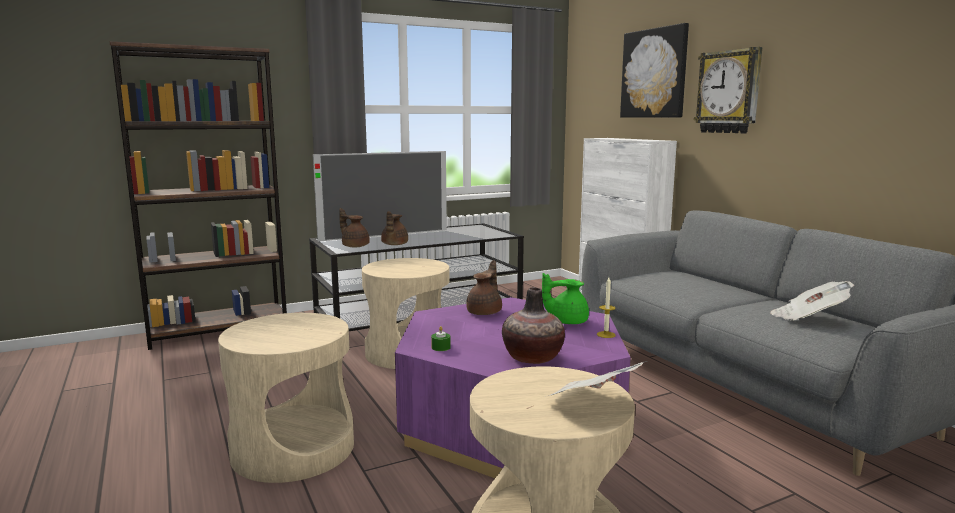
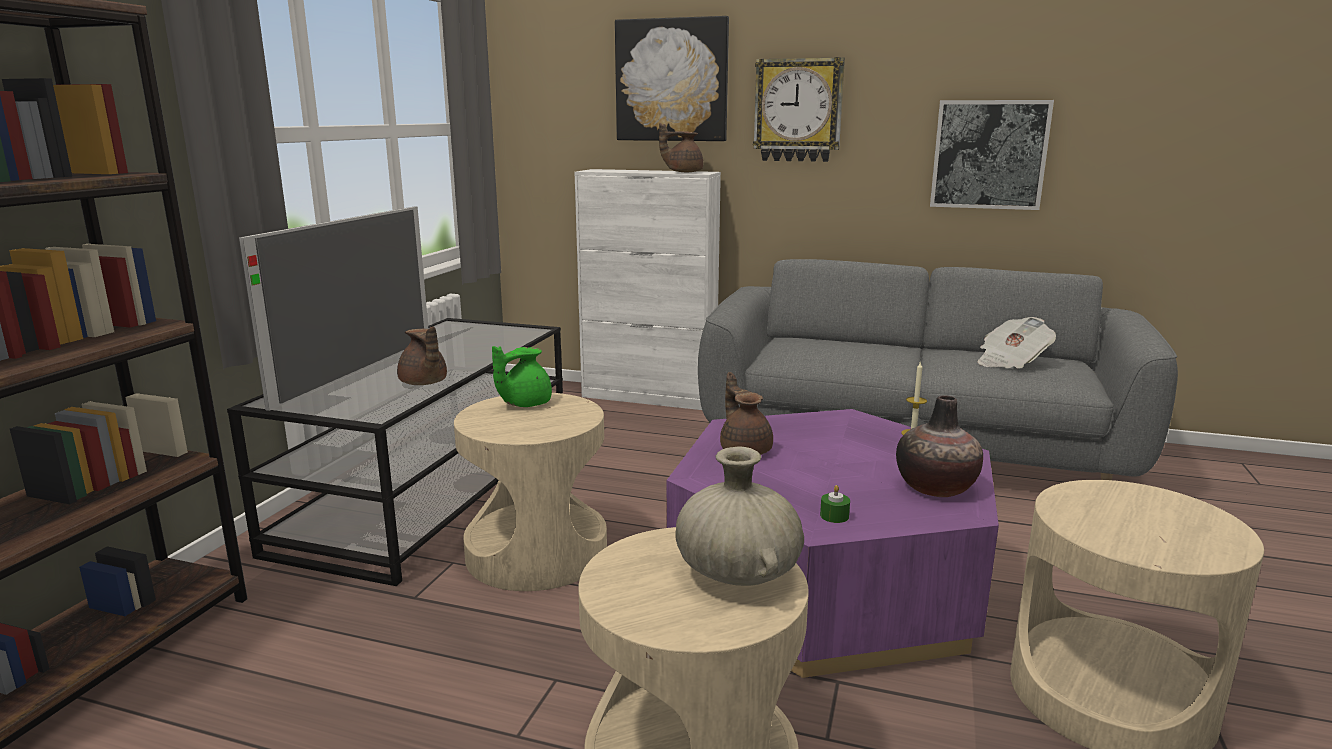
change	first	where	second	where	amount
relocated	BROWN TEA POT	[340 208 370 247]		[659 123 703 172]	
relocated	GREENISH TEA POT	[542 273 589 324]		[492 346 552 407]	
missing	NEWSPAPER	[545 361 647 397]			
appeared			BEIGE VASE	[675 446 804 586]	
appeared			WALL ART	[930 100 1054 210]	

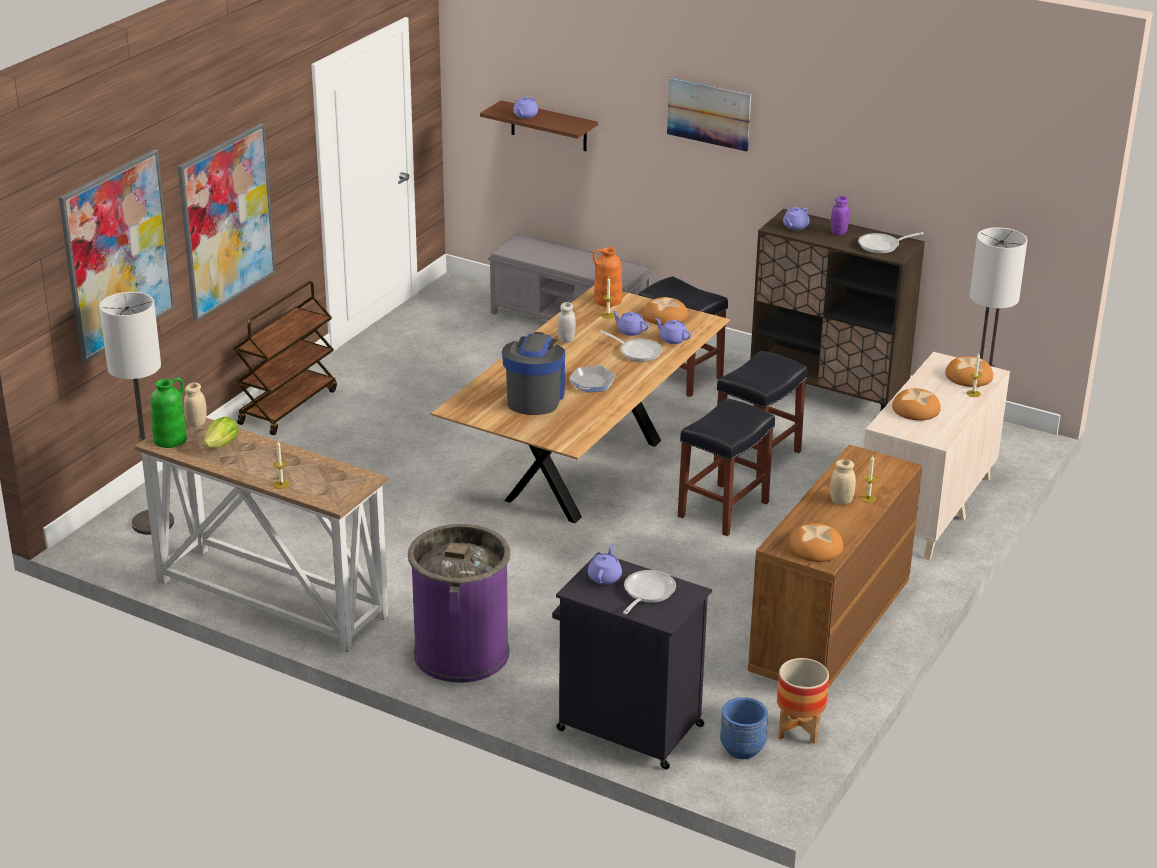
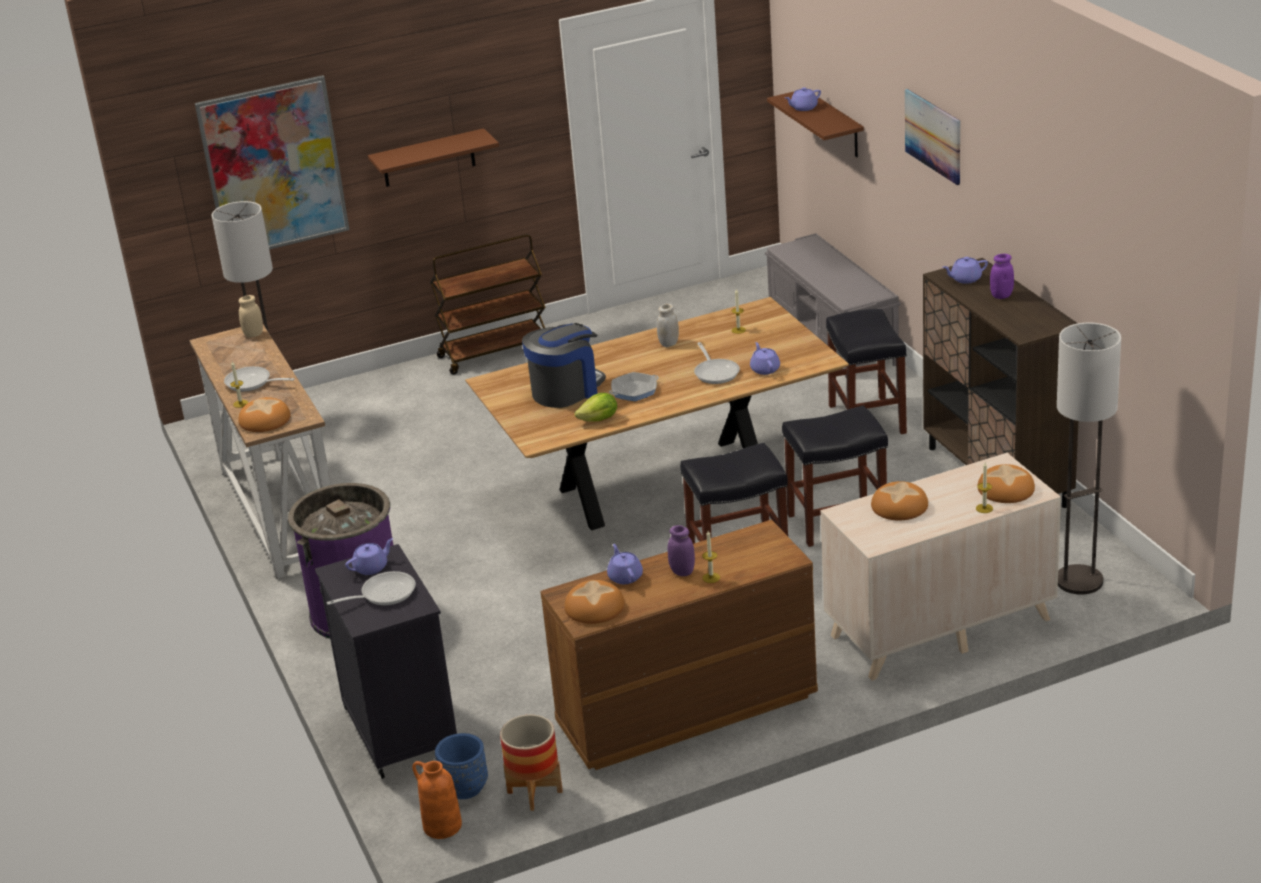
change	first	where	second	where	amount
missing	GREENISH VASE	[151 378 187 448]			
exchanged	WALL ART	[178 123 276 322]	BROWN WALL SHELF	[368 128 499 187]	
relocated	LETTUCE	[203 417 239 449]		[574 393 617 422]	
relocated	ORANGE-COLOURED VASE	[593 247 622 307]		[412 761 462 839]	
relocated	PURPLE-COLOURED TEA POT	[612 310 649 336]		[607 544 643 584]	
relocated	BREAD	[643 297 688 325]		[238 397 291 432]	
colour	BEIGE PRESERVE JAR	[830 460 856 505]	PURPLE-COLOURED PRESERVE JAR	[668 525 695 576]	
relocated	PAN	[858 232 924 254]		[224 366 294 392]	

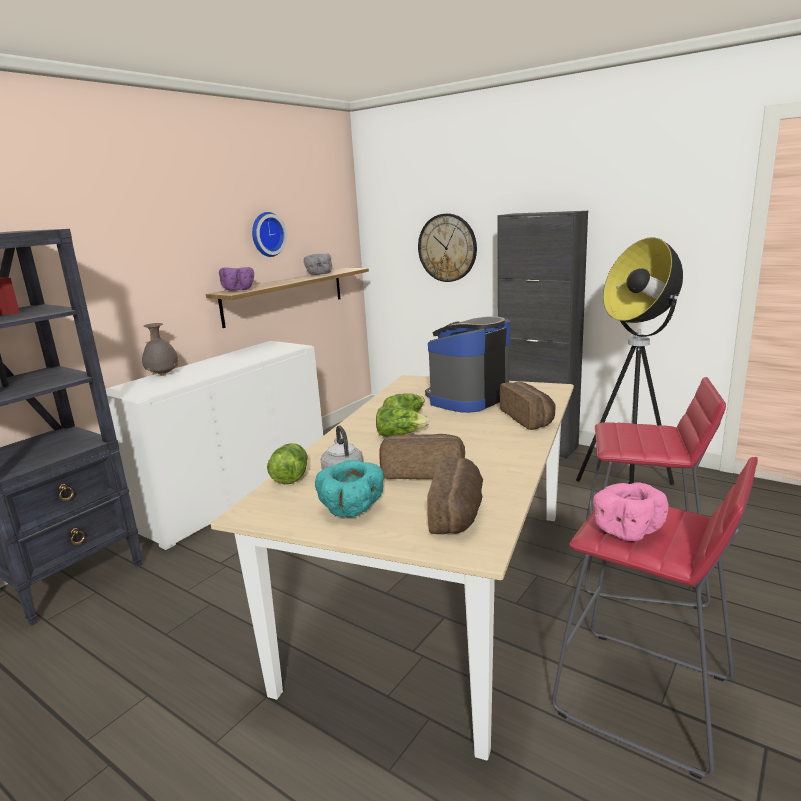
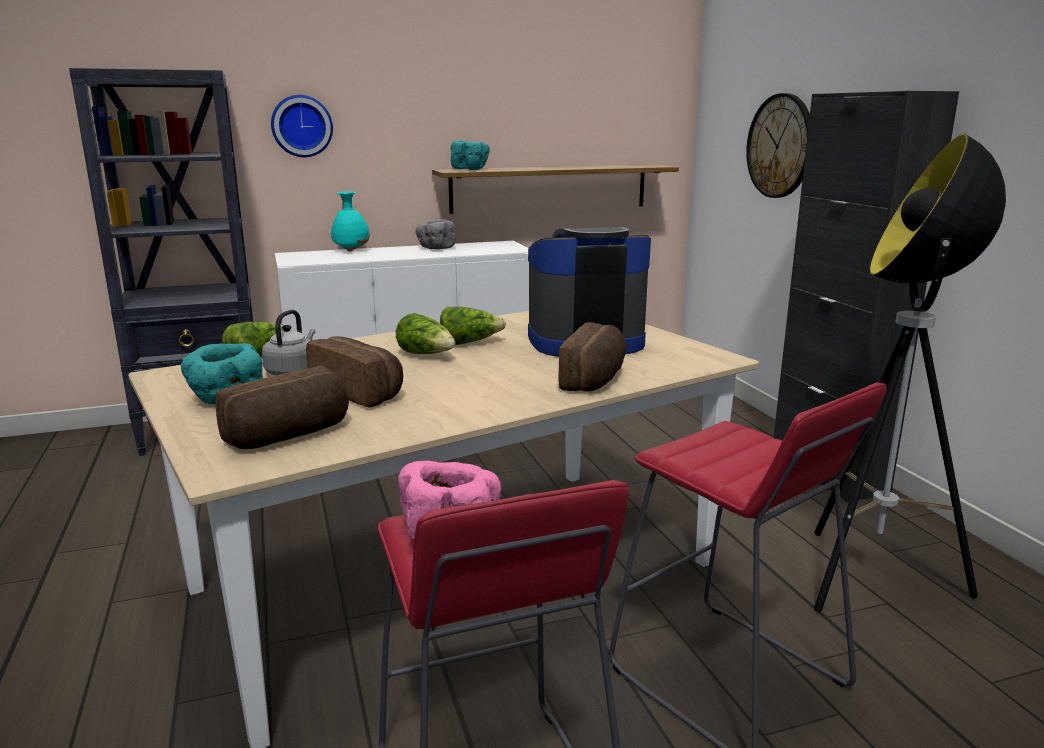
change	first	where	second	where	amount
colour	GREYISH VASE	[142 323 178 376]	TURQUOISE-COLOURED VASE	[331 191 370 251]	
colour	PURPLE-COLOURED SERVING BOWL	[219 267 254 291]	TURQUOISE-COLOURED SERVING BOWL	[451 140 490 170]	
relocated	CLOCK ON THE WALL	[252 212 287 257]		[271 95 333 157]	
relocated	GREYISH SERVING BOWL	[304 253 332 275]		[416 219 456 249]	

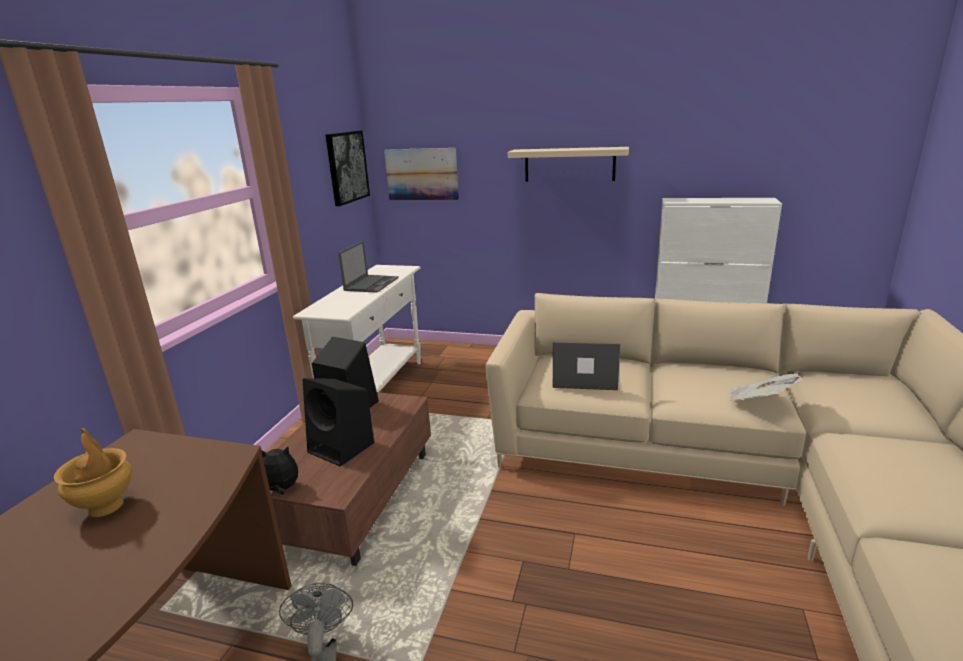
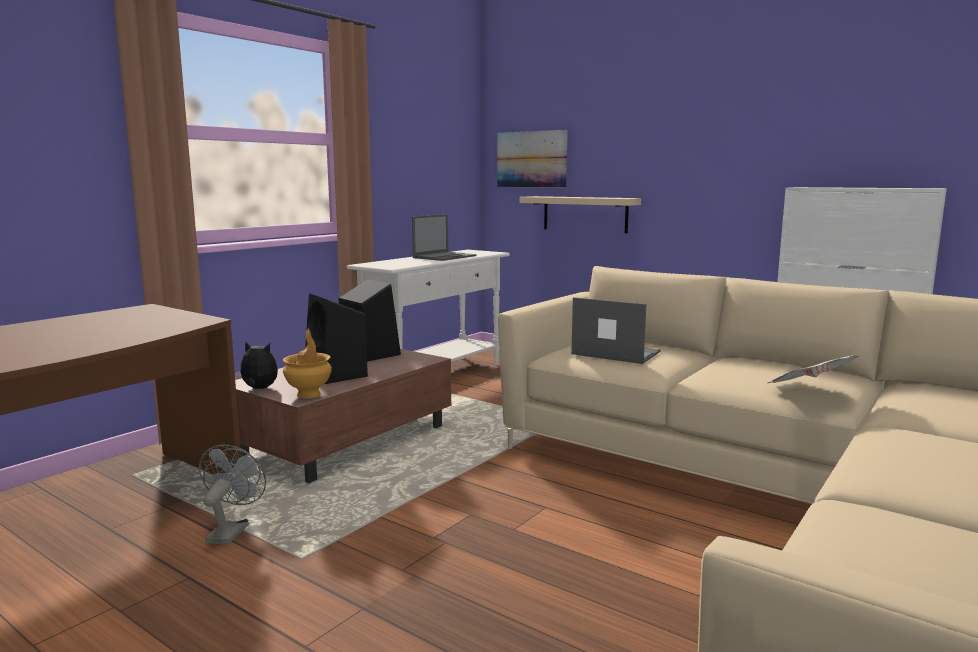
change	first	where	second	where	amount
relocated	BROWN VASE	[54 428 132 517]		[283 329 332 398]	
missing	WALL ART	[326 130 370 206]			
relocated	BEIGE WALL SHELF	[508 147 629 182]		[520 196 641 233]	

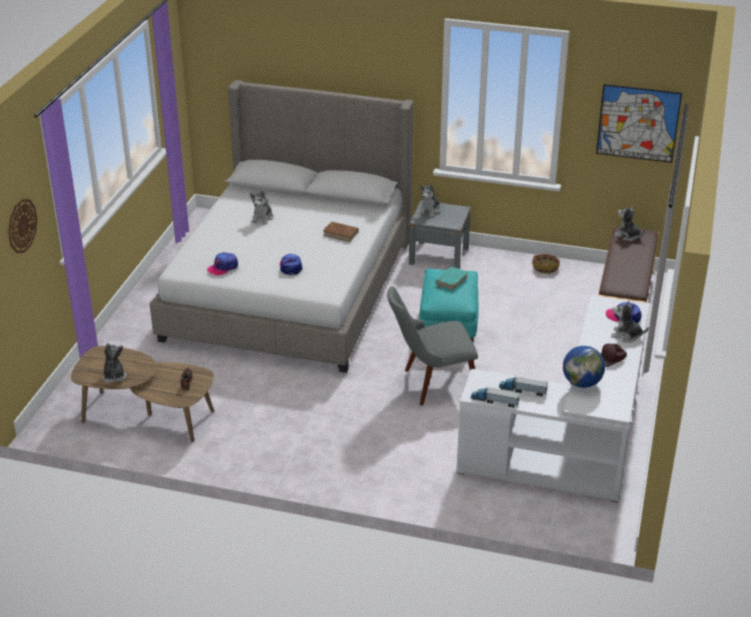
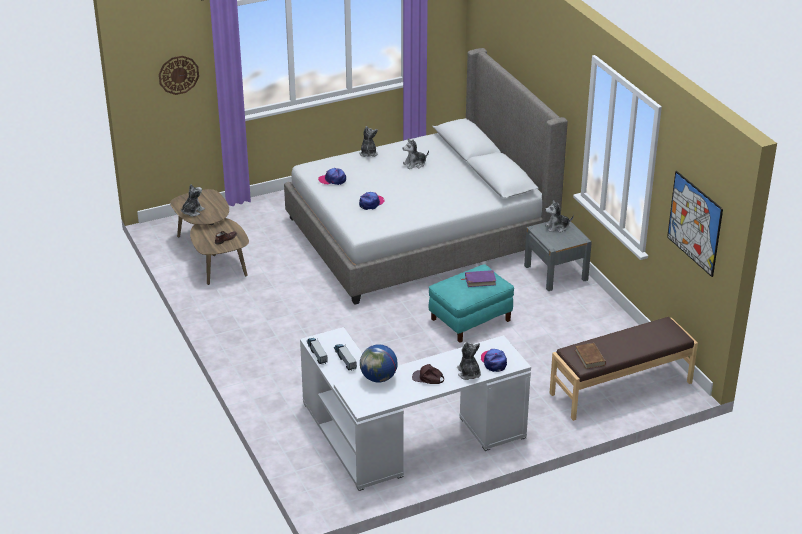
change	first	where	second	where	amount
relocated	BROWN VOLUME	[323 222 359 242]		[575 343 606 369]	
missing	GREYISH PLAIN CHAIR	[387 286 478 406]			
colour	TURQUOISE-COLOURED VOLUME	[435 266 469 291]	PURPLE-COLOURED VOLUME	[461 270 496 287]	
missing	STORAGE BASKET	[532 254 560 274]			
relocated	SOFT TOY	[614 206 645 241]		[359 126 378 157]	

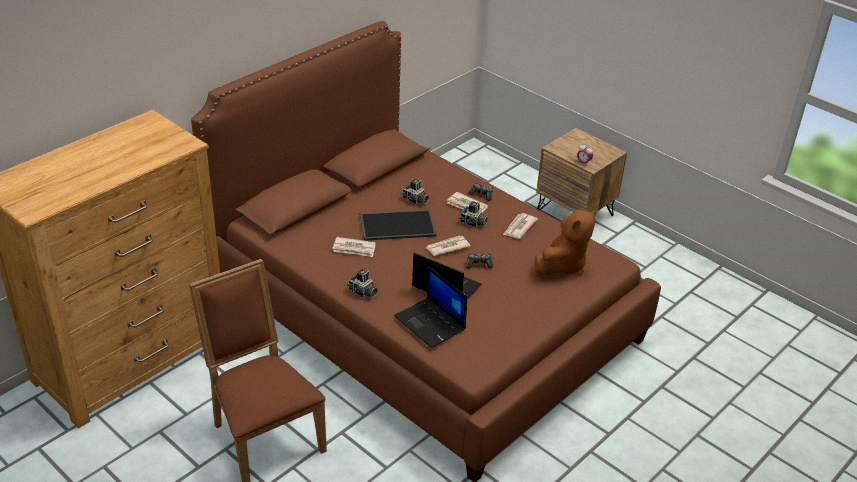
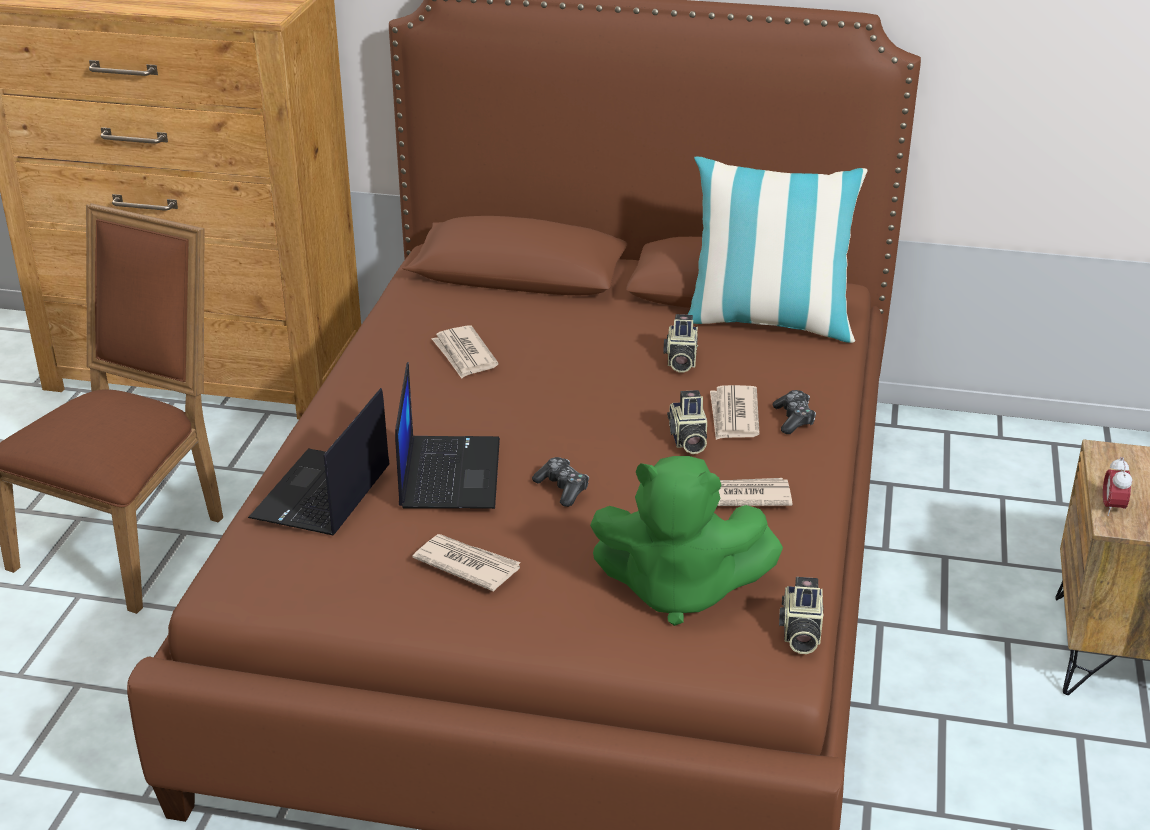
change	first	where	second	where	amount
relocated	PHOTO CAMERA	[347 269 378 298]		[779 577 823 654]	
missing	CARRYING TRAY	[360 209 437 241]			
relocated	NEWSPAPER	[425 236 471 256]		[412 534 521 591]	
colour	BROWN SOFT TOY	[534 210 597 275]	GREENISH SOFT TOY	[590 456 783 626]	
appeared			PILLOW	[687 156 868 343]	

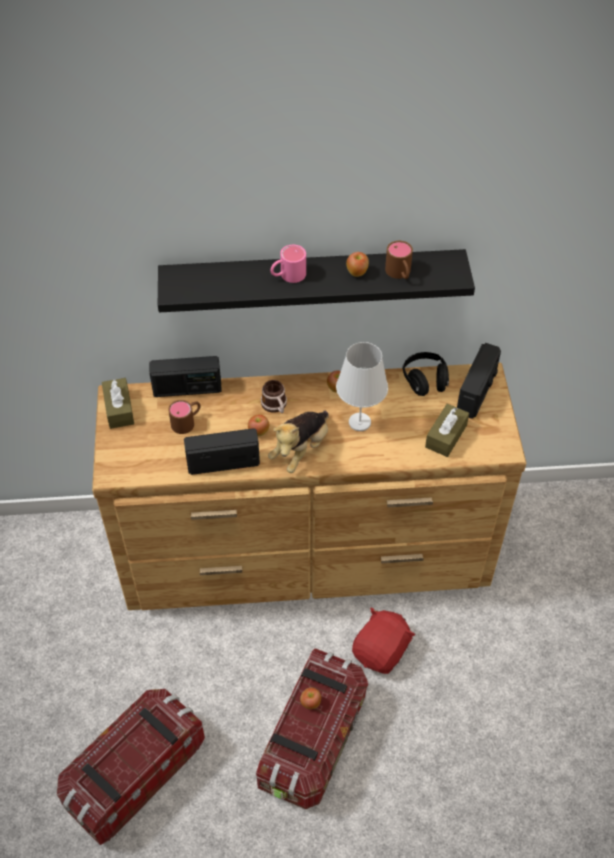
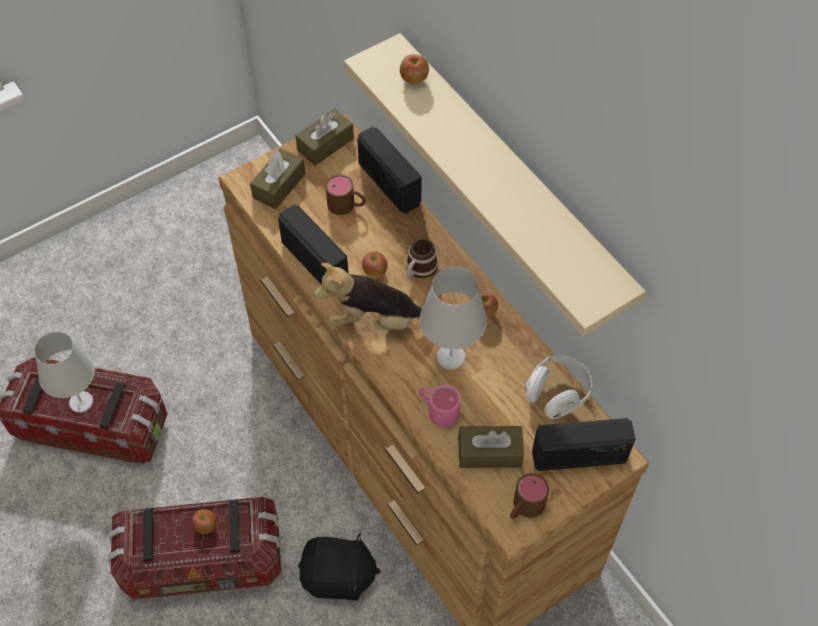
change	first	where	second	where	amount
colour	BLACK-COLOURED WALL SHELF	[158 249 475 313]	BEIGE WALL SHELF	[344 33 646 336]	
relocated	PINK-COLOURED TEA MUG	[270 245 306 283]		[419 384 461 428]	
relocated	APPLE	[346 252 369 277]		[400 54 429 84]	
colour	RED SOFT TOY	[352 607 415 674]	BLACK-COLOURED SOFT TOY	[298 532 381 601]	
relocated	BROWN TEA MUG	[385 241 413 279]		[510 473 549 519]	
colour	BLACK-COLOURED HEADPHONES	[403 352 449 396]	WHITE HEADPHONES	[525 355 592 419]	
appeared			WHITE TABLETOP LAMP	[34 331 95 413]	
appeared			BROWN TISSUE HOLDER	[250 148 305 209]	

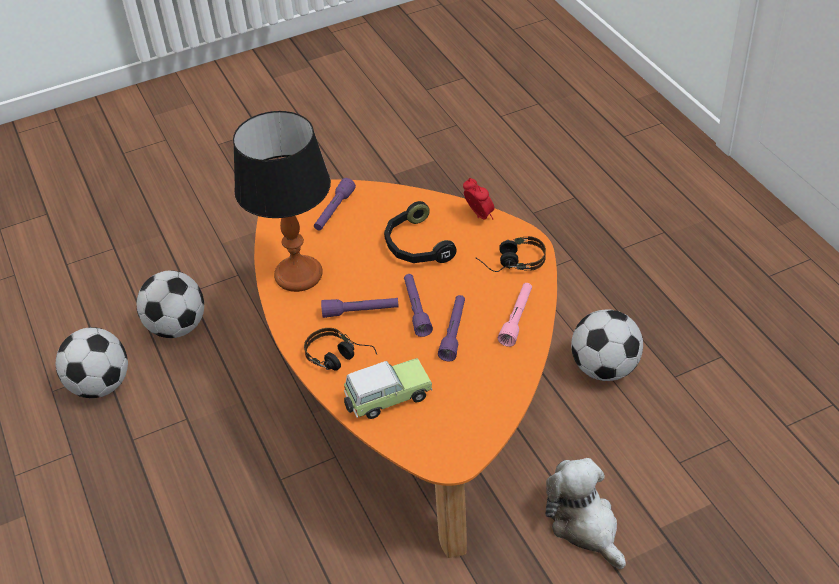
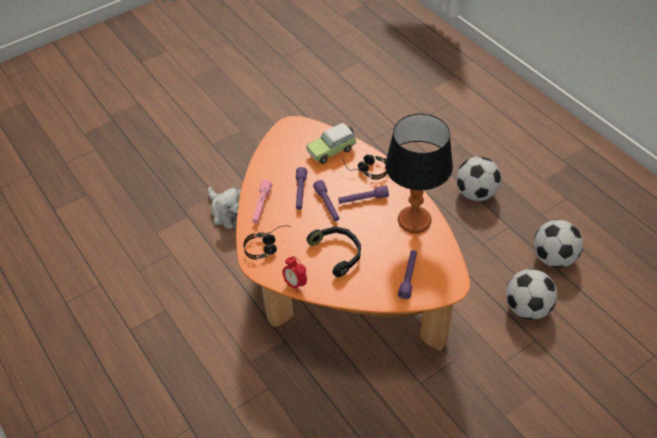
change	first	where	second	where	amount
relocated	FOOTBALL BALL	[571 309 643 381]		[456 157 501 201]	

